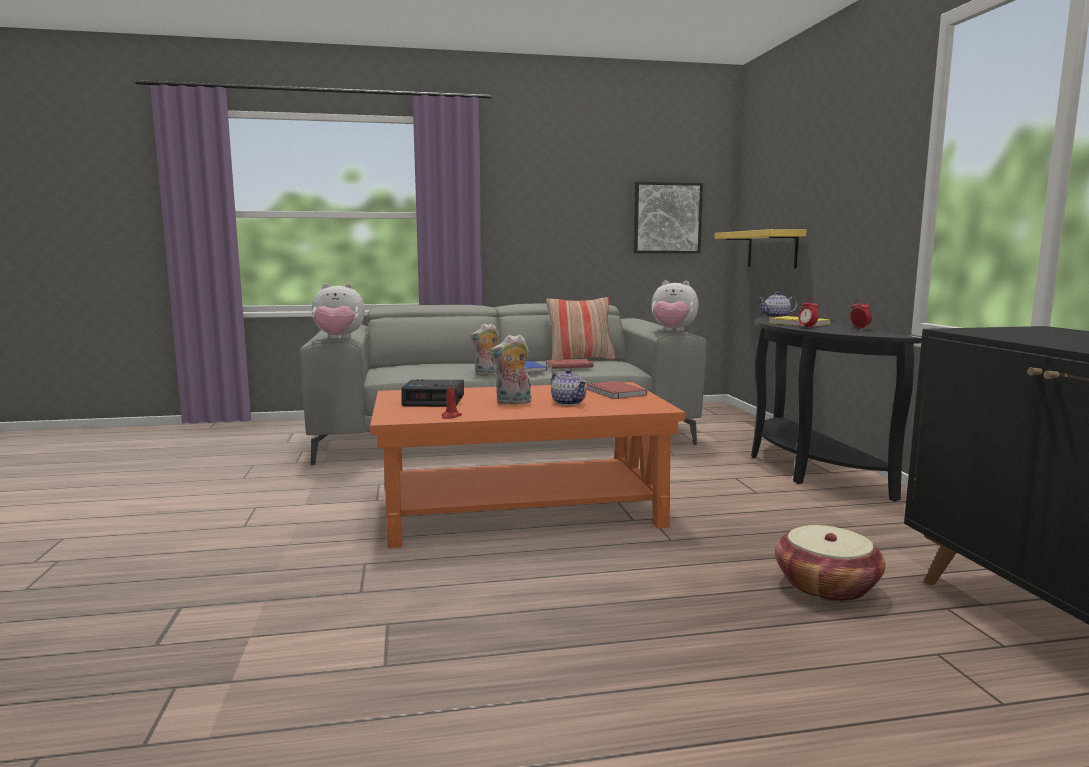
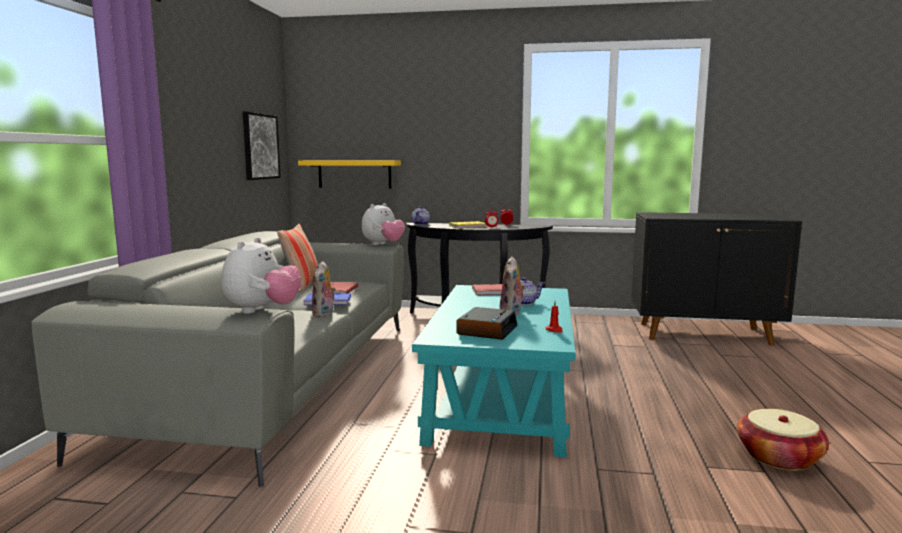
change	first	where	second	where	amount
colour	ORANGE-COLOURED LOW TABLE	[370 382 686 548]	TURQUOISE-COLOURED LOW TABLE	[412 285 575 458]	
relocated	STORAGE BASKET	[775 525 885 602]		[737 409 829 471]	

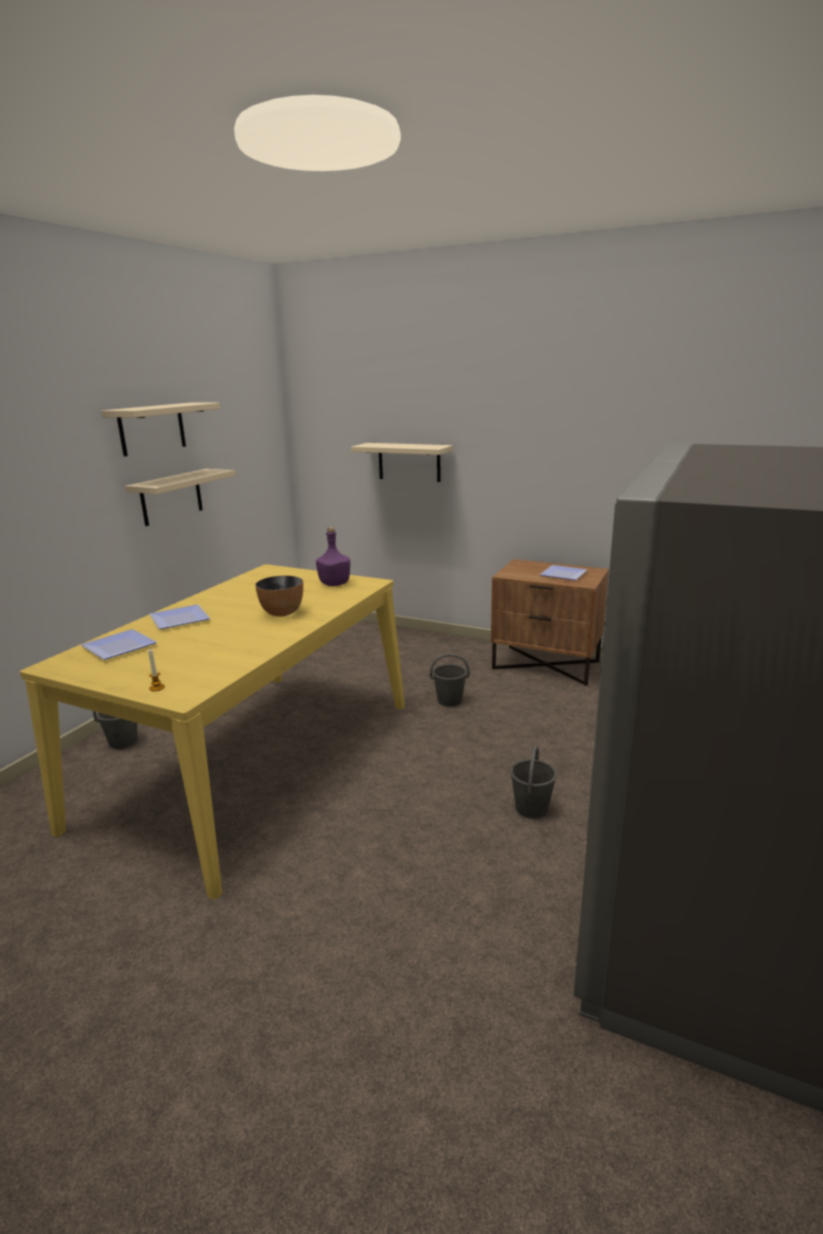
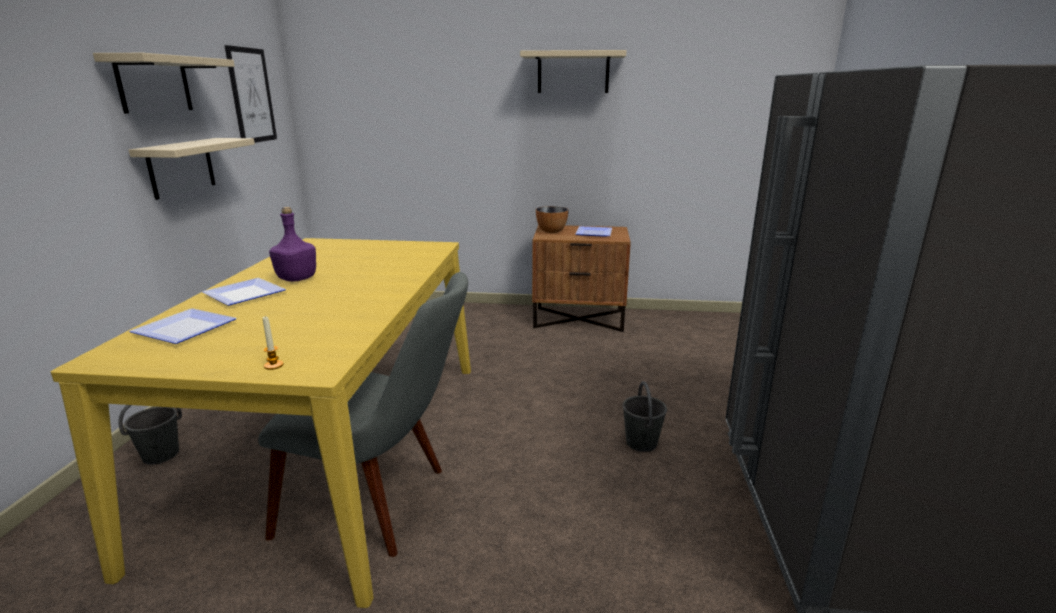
change	first	where	second	where	amount
relocated	SERVING BOWL	[255 575 303 617]		[536 206 569 233]	
relocated	PURPLE-COLOURED DRINK BOTTLE	[316 527 350 586]		[269 207 316 282]	
relocated	BEIGE WALL SHELF	[351 443 453 482]		[520 50 627 93]	
missing	GREYISH BUCKET	[430 654 470 707]			
appeared			WALL ART	[225 45 277 143]	
appeared			GREYISH PLAIN CHAIR	[258 272 468 557]	

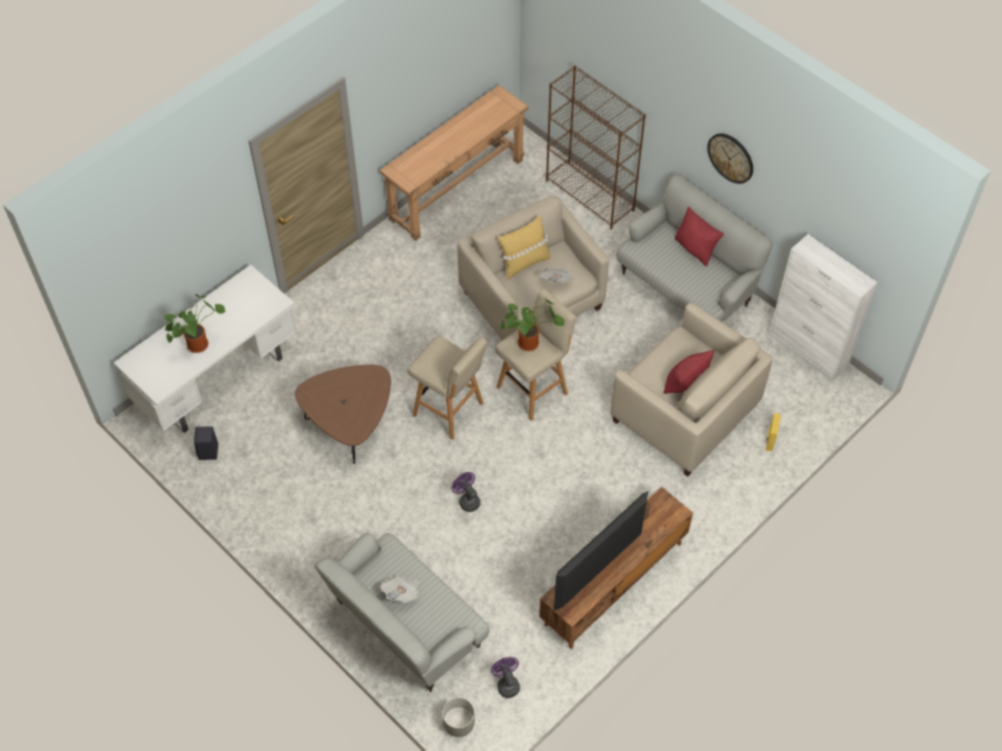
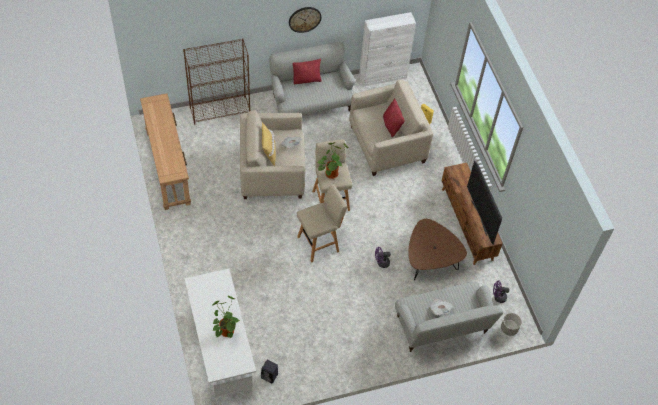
change	first	where	second	where	amount
relocated	BROWN LOW TABLE	[295 365 391 464]		[408 219 467 280]	

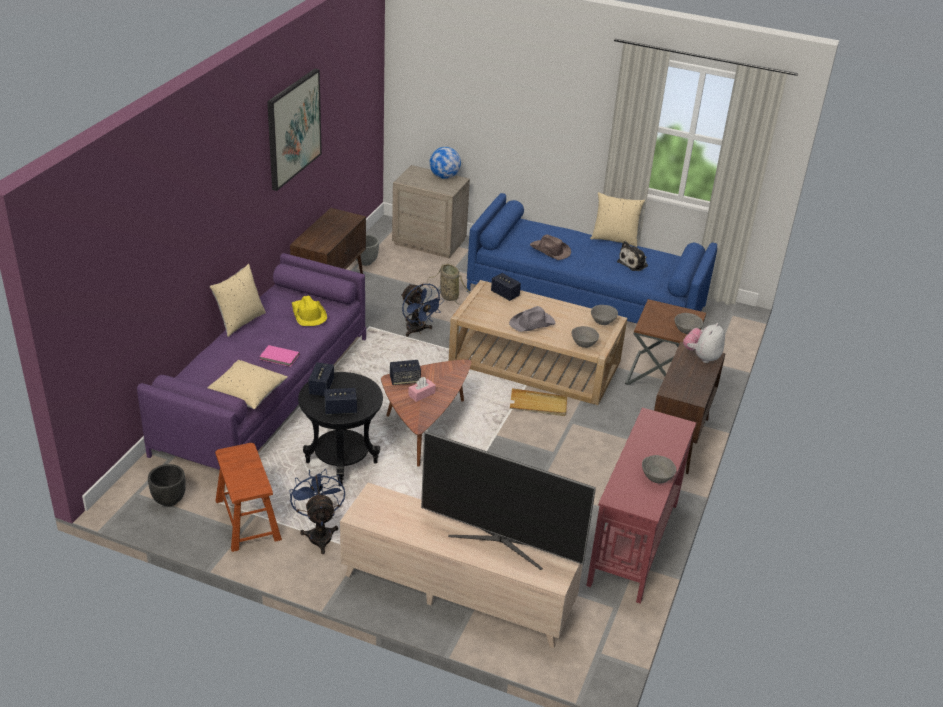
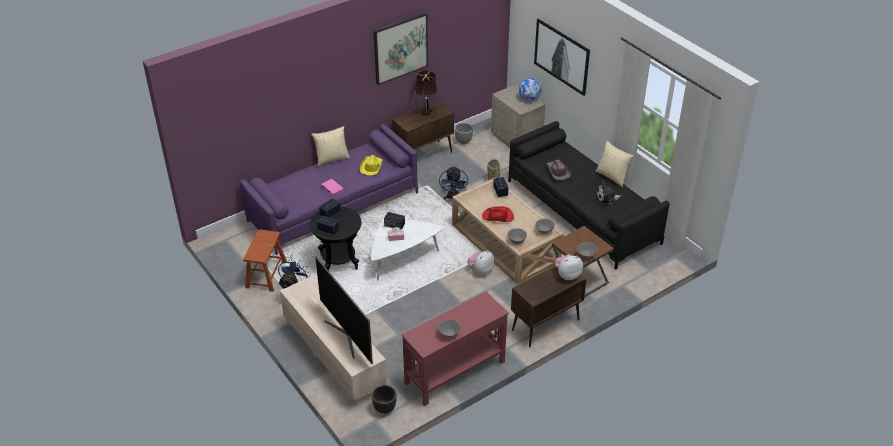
change	first	where	second	where	amount
relocated	BLACK-COLOURED PLANT POT	[148 464 186 507]		[372 385 397 414]	
missing	BEIGE PILLOW	[208 360 288 409]			
colour	BROWN LOW TABLE	[381 359 472 467]	WHITE LOW TABLE	[371 220 444 280]	
colour	BLUE SOFA	[467 193 717 323]	BLACK-COLOURED SOFA	[508 121 670 270]	
colour	GREYISH HAT	[509 306 556 332]	RED HAT	[482 206 514 222]	
exchanged	BEIGE CARRYING TRAY	[510 388 567 416]	SOFT TOY	[467 250 494 275]	
appeared			BROWN TABLETOP LAMP	[415 71 438 116]	
appeared			WALL ART	[534 19 590 96]	

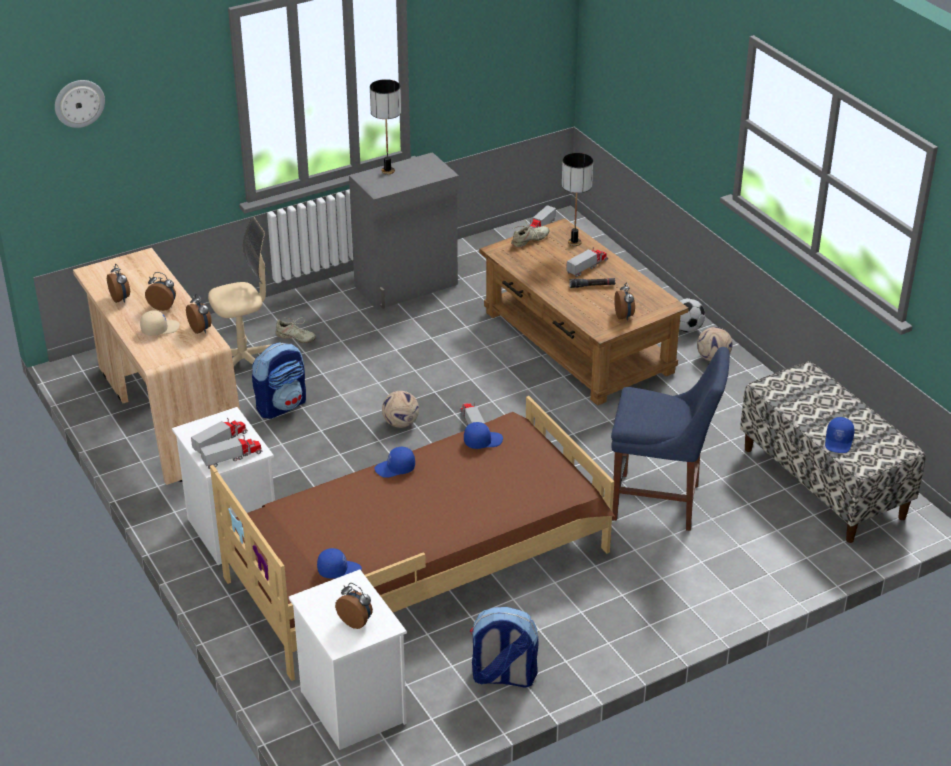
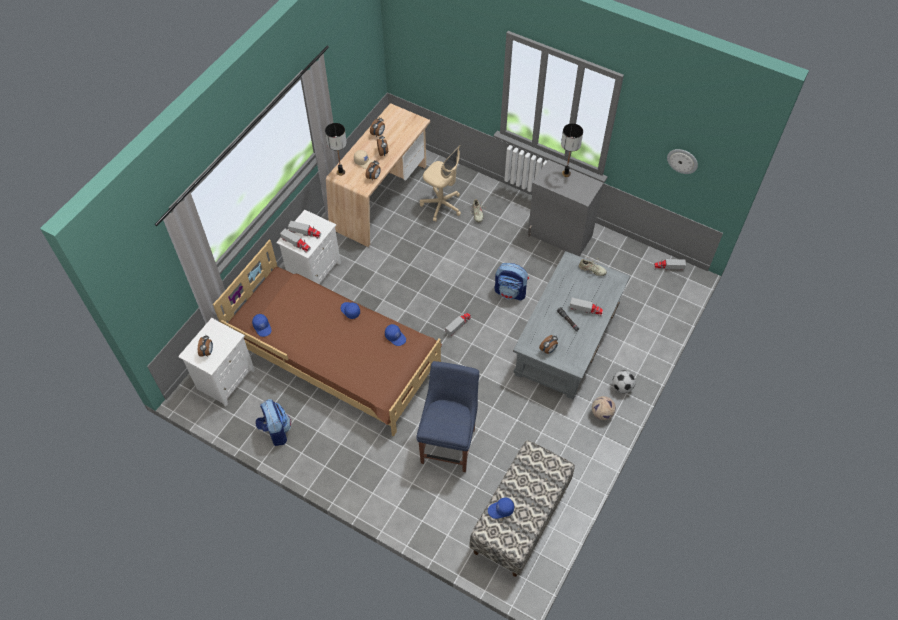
change	first	where	second	where	amount
relocated	CLOCK ON THE WALL	[55 80 105 128]		[667 149 698 174]	
relocated	RUCKSACK	[252 342 306 419]		[494 263 529 301]	
missing	FOOTBALL BALL	[382 391 419 428]			
colour	BROWN LOW TABLE	[479 218 689 406]	GREYISH LOW TABLE	[513 251 630 399]	
relocated	TABLETOP LAMP	[562 153 593 246]		[325 123 347 176]	
spun	BLUE PLAIN CHAIR	[611 347 730 531]		[416 361 479 472]	150 degrees counterclockwise

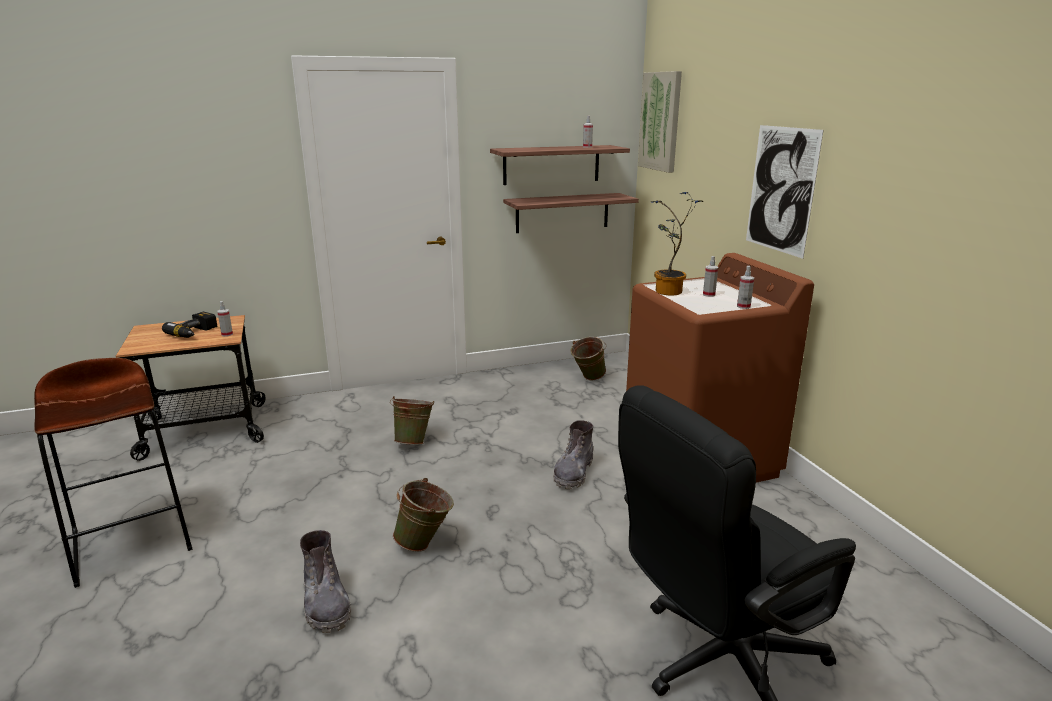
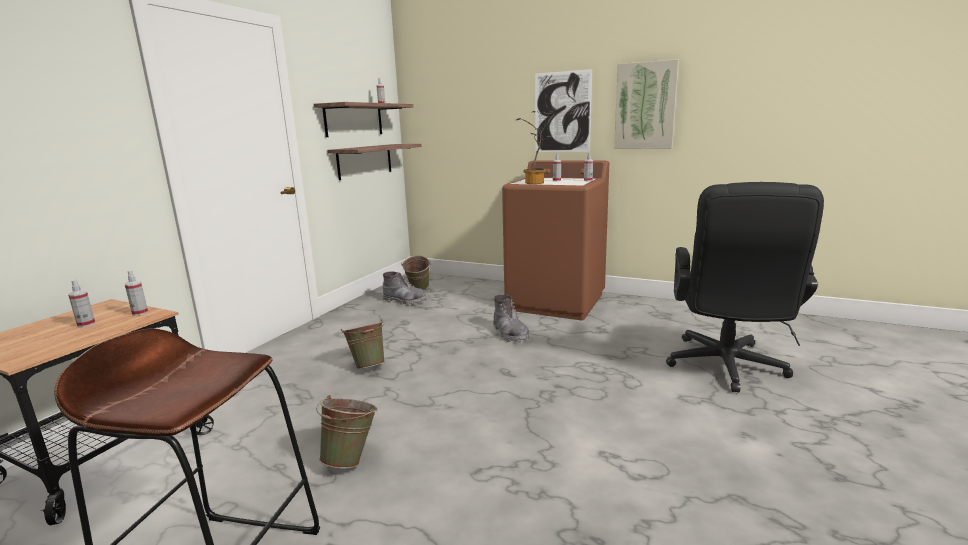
change	first	where	second	where	amount
exchanged	POWER DRILL	[162 312 217 338]	SPRAYER	[68 280 95 327]	
relocated	GREYISH HIGH-TOP BOOT	[300 530 351 633]		[382 272 427 306]	
relocated	GREENISH BUCKET	[393 478 454 552]		[316 395 377 468]	
relocated	WALL ART	[638 71 682 173]		[614 59 679 149]	

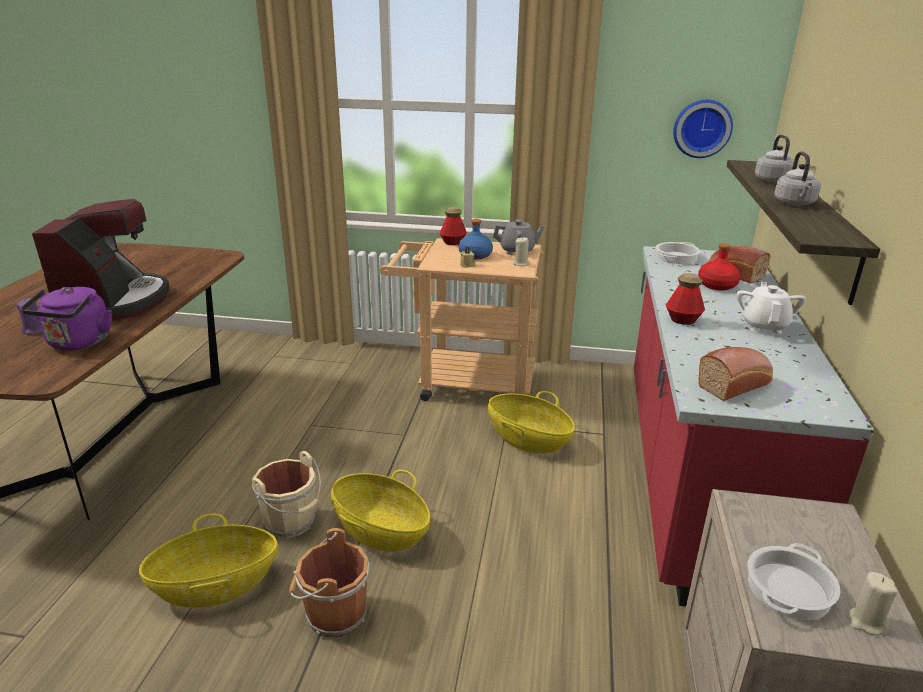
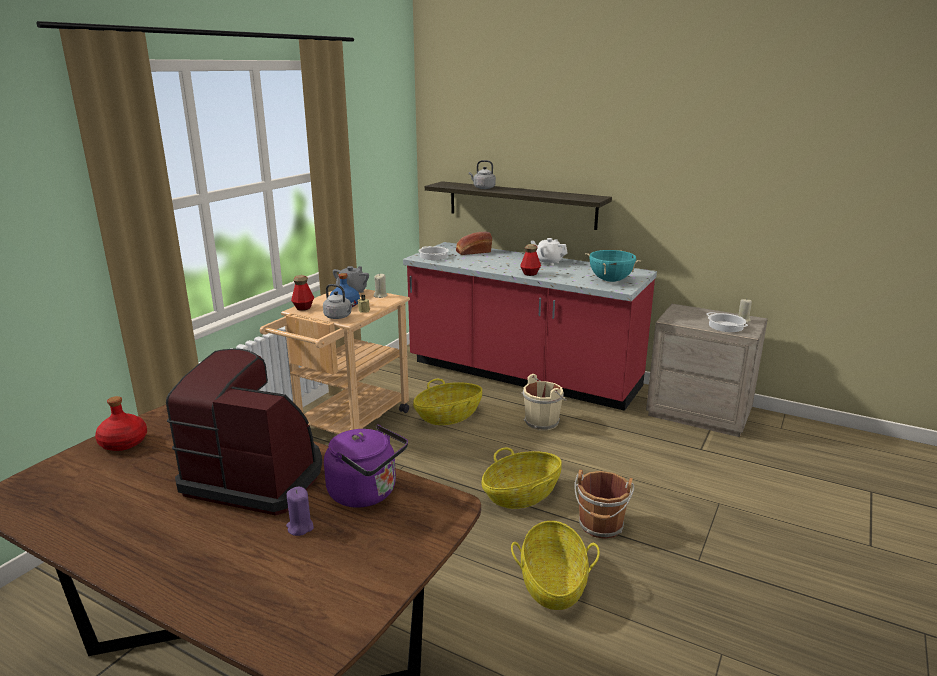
change	first	where	second	where	amount
relocated	BEIGE BUCKET	[252 451 321 538]		[521 374 567 431]	
missing	CLOCK ON THE WALL	[673 100 733 158]			
relocated	RED DRINK BOTTLE	[698 243 740 291]		[95 396 147 451]	
exchanged	BREAD	[698 347 773 401]	TURQUOISE-COLOURED SAUCEPOT	[585 250 641 282]	
relocated	GREYISH TEA KETTLE	[774 151 821 206]		[323 284 355 319]	

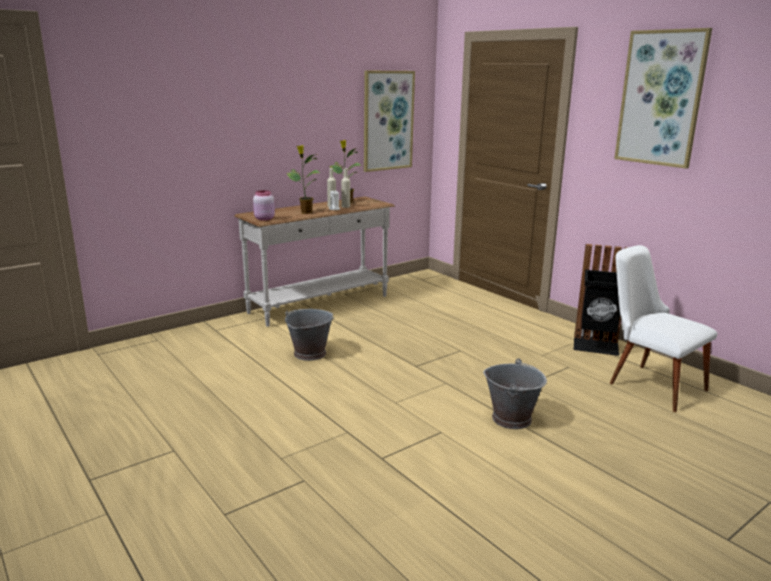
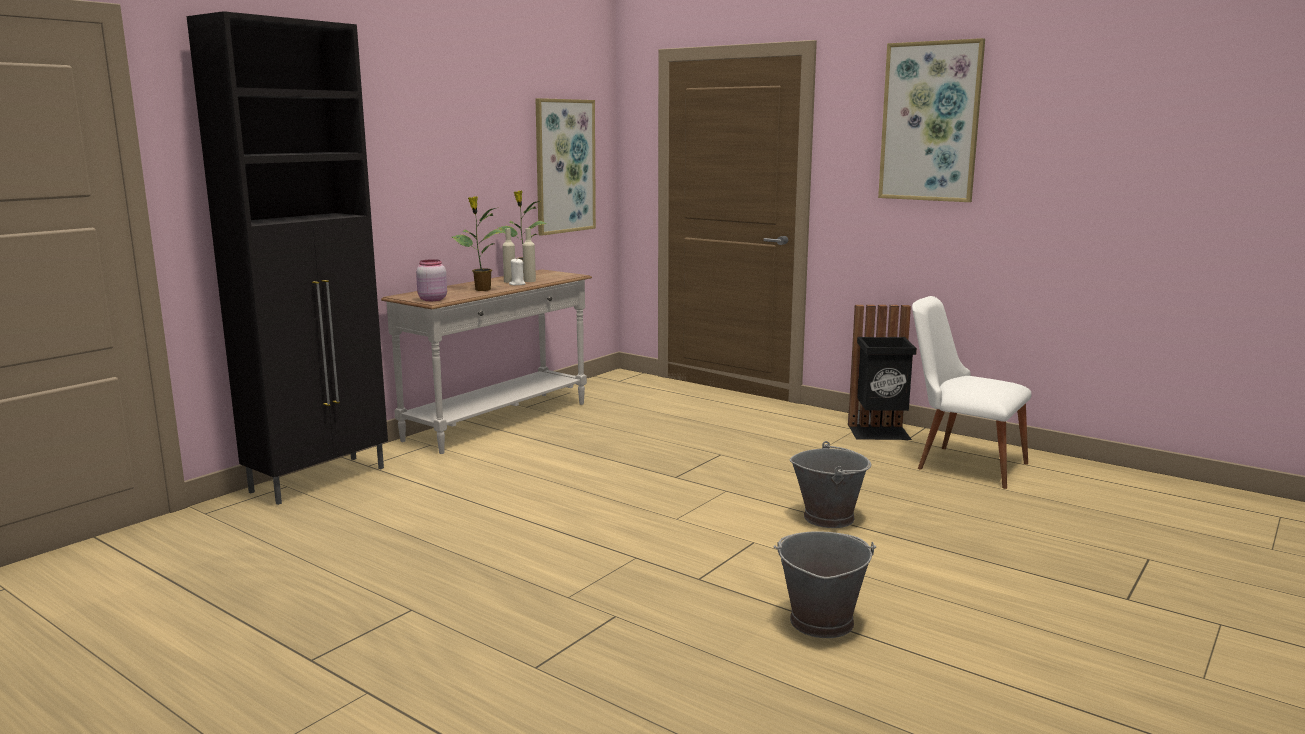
change	first	where	second	where	amount
relocated	GREYISH BUCKET	[285 309 334 361]		[774 531 876 638]	
appeared			BLACK-COLOURED CUPBOARD	[186 11 388 505]	

